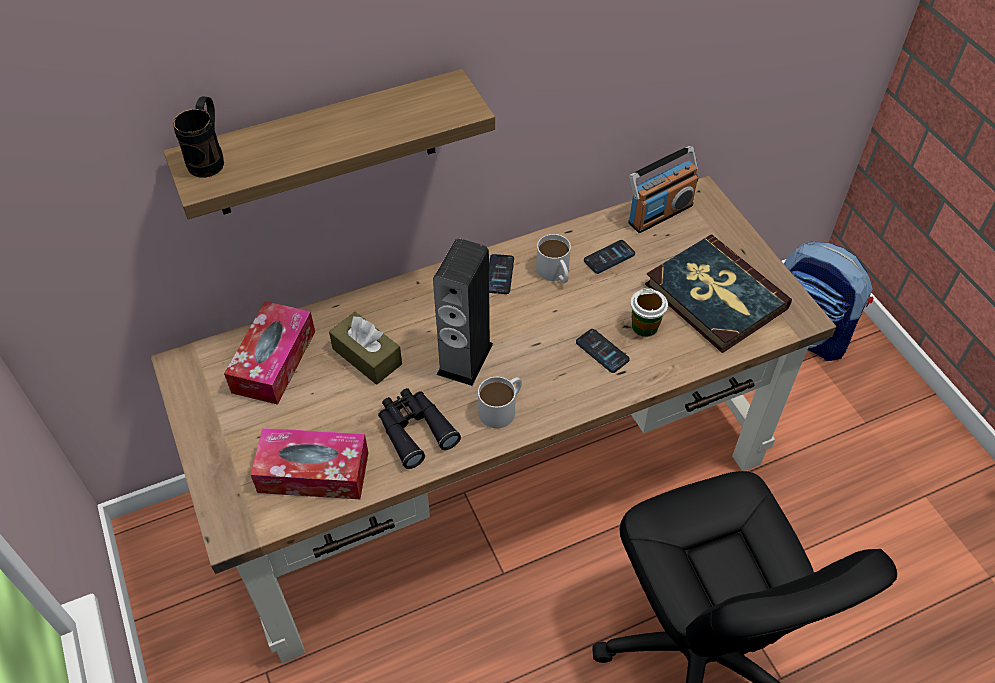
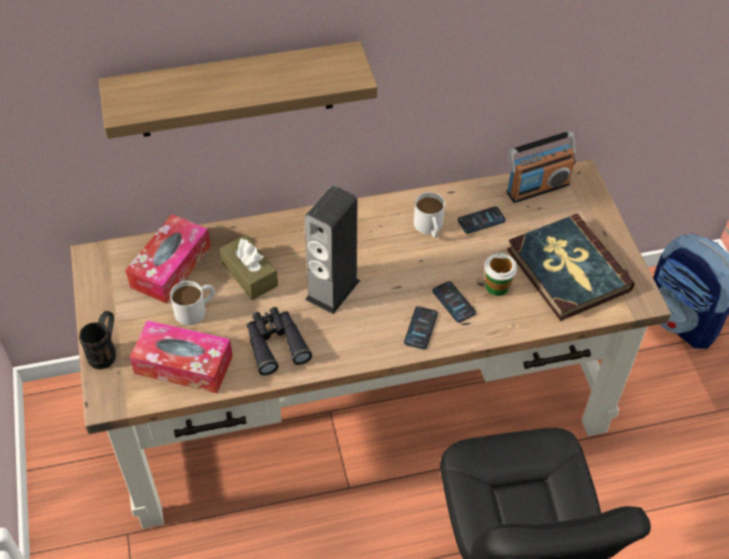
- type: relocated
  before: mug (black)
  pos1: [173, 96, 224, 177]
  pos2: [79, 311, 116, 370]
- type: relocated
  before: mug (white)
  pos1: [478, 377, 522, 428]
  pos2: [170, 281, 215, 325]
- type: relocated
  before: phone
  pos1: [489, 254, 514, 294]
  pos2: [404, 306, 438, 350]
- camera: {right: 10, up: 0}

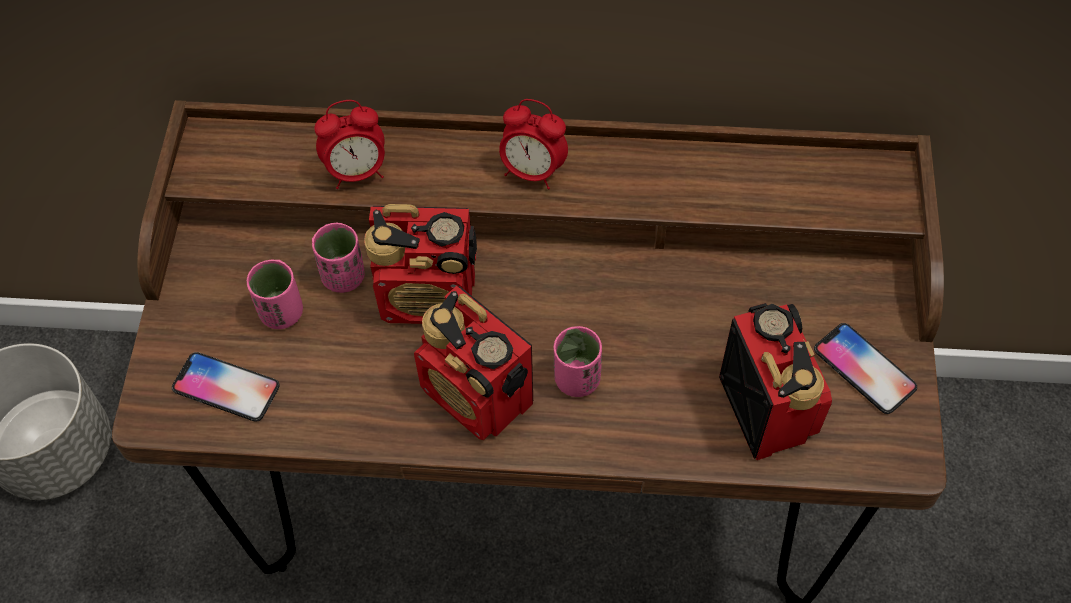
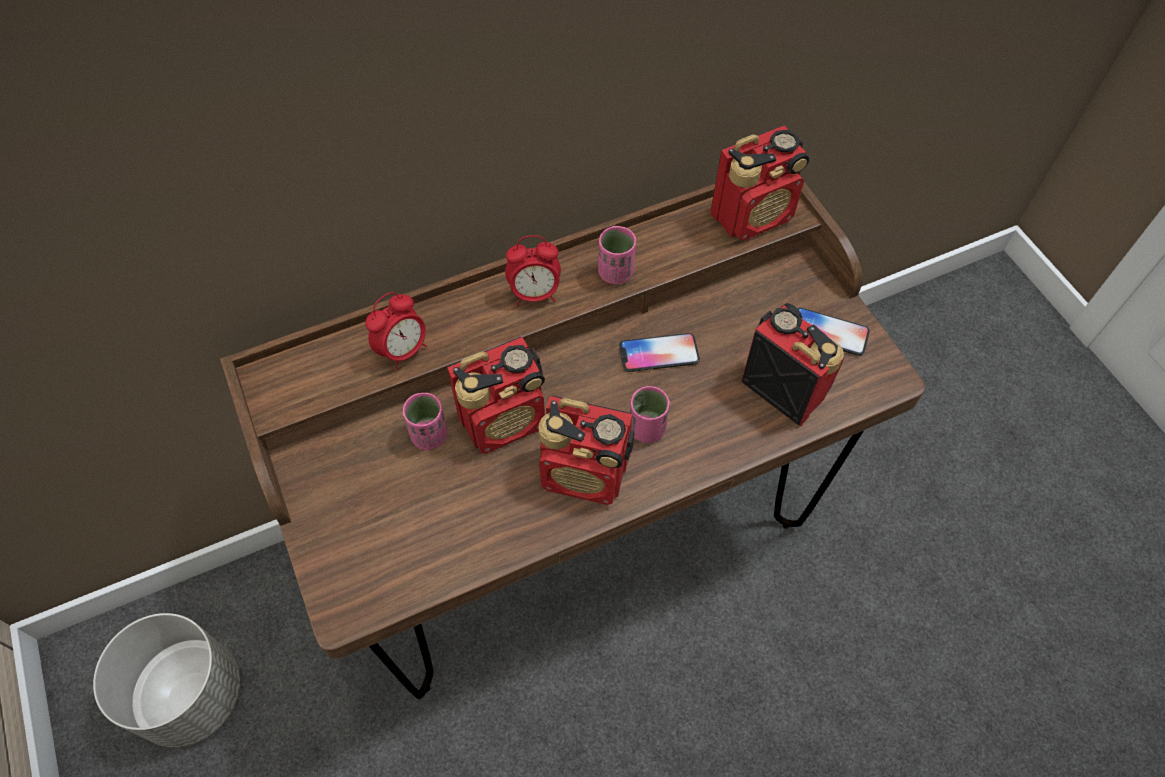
- type: relocated
  before: phone
  pos1: [172, 352, 280, 422]
  pos2: [619, 333, 700, 372]
- type: relocated
  before: cup (pink)
  pos1: [247, 260, 303, 329]
  pos2: [598, 226, 636, 284]
- type: appeared
  after: radio
  pos2: [710, 125, 809, 241]
- camera: {right: -30, up: 0}

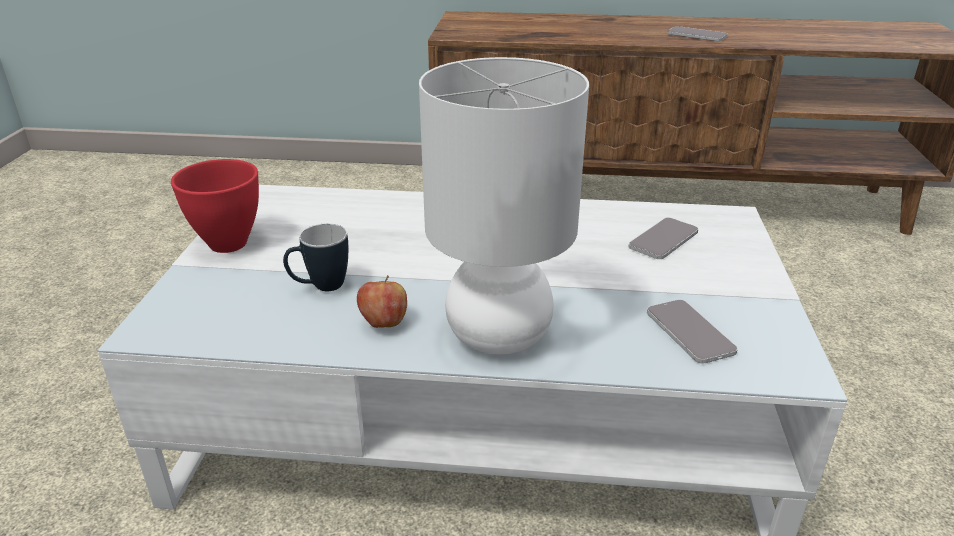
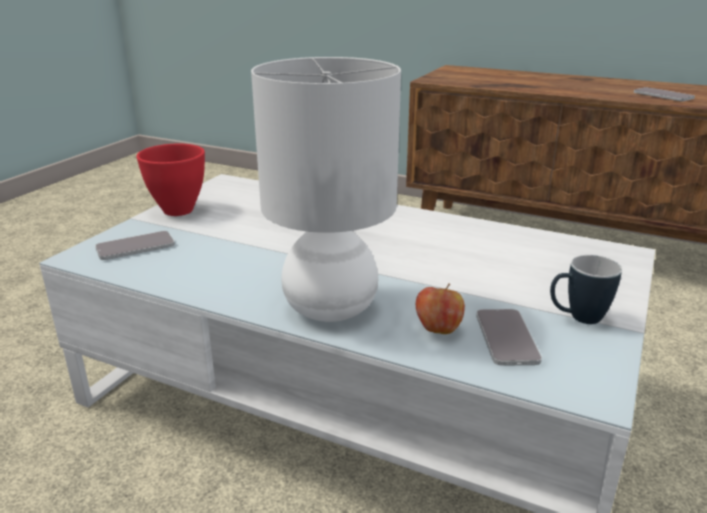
- type: relocated
  before: mug
  pos1: [283, 224, 348, 291]
  pos2: [550, 255, 622, 324]
- type: relocated
  before: apple
  pos1: [357, 275, 407, 328]
  pos2: [416, 283, 465, 334]
- type: relocated
  before: phone
  pos1: [629, 218, 698, 259]
  pos2: [95, 231, 175, 260]
- camera: {right: 20, up: -5}

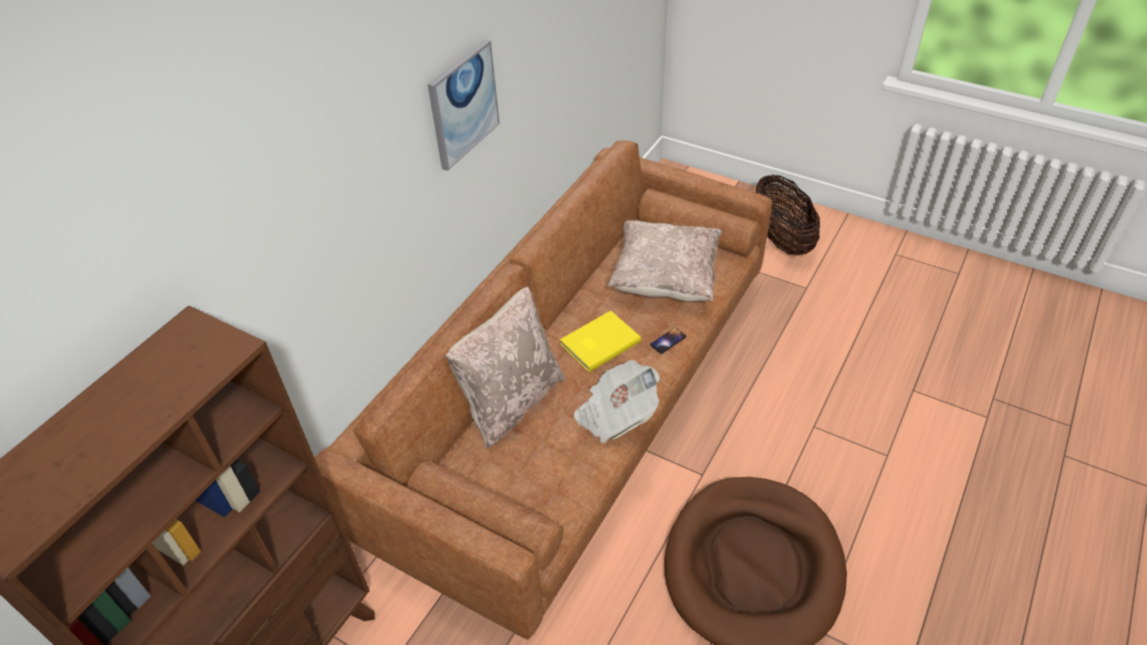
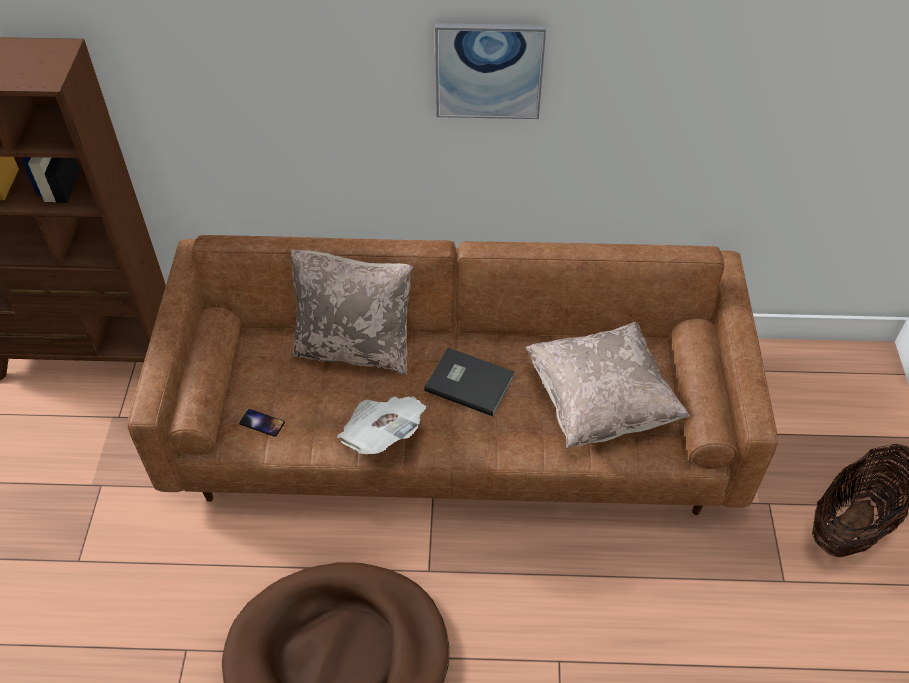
- type: colour
  before: book (yellow)
  after: book (grey)
  pos1: [560, 311, 641, 372]
  pos2: [424, 348, 515, 416]
- type: relocated
  before: phone
  pos1: [650, 327, 686, 354]
  pos2: [239, 409, 285, 437]
- camera: {right: 60, up: 5}

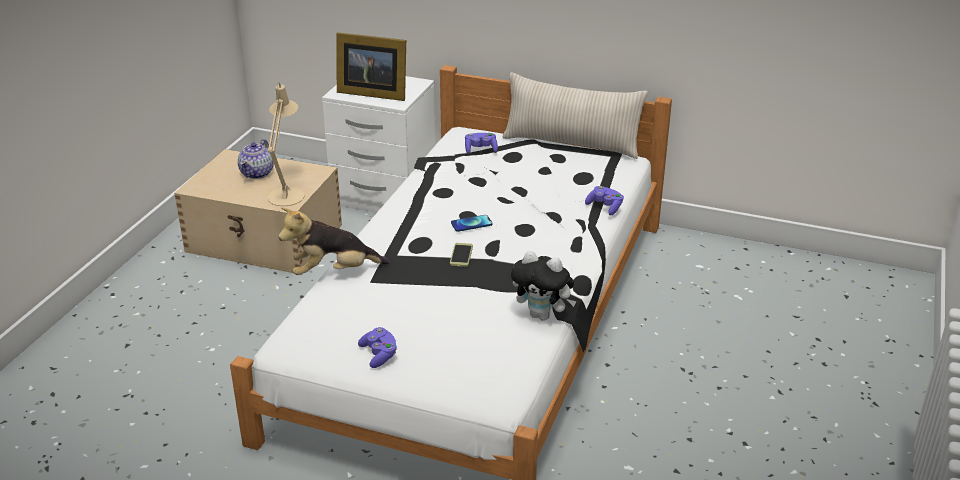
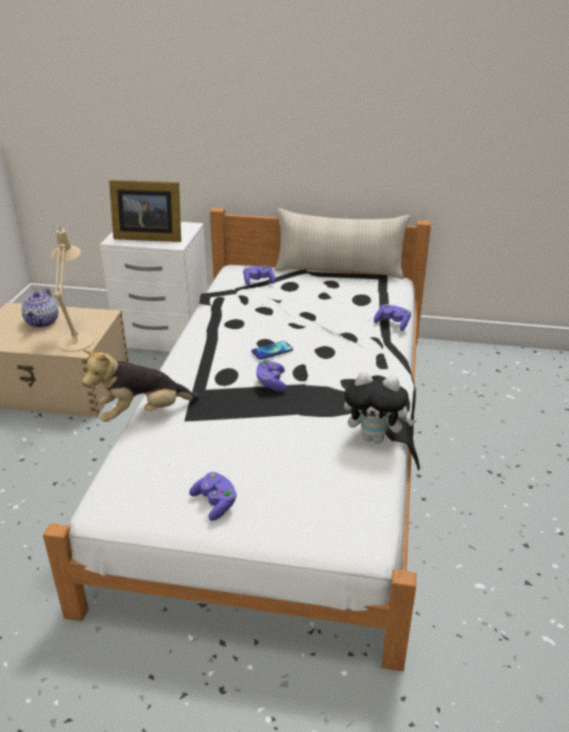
- type: exchanged
  before: phone
  after: game controller (purple)
  pos1: [450, 243, 473, 267]
  pos2: [257, 360, 287, 392]
- camera: {right: -10, up: 0}

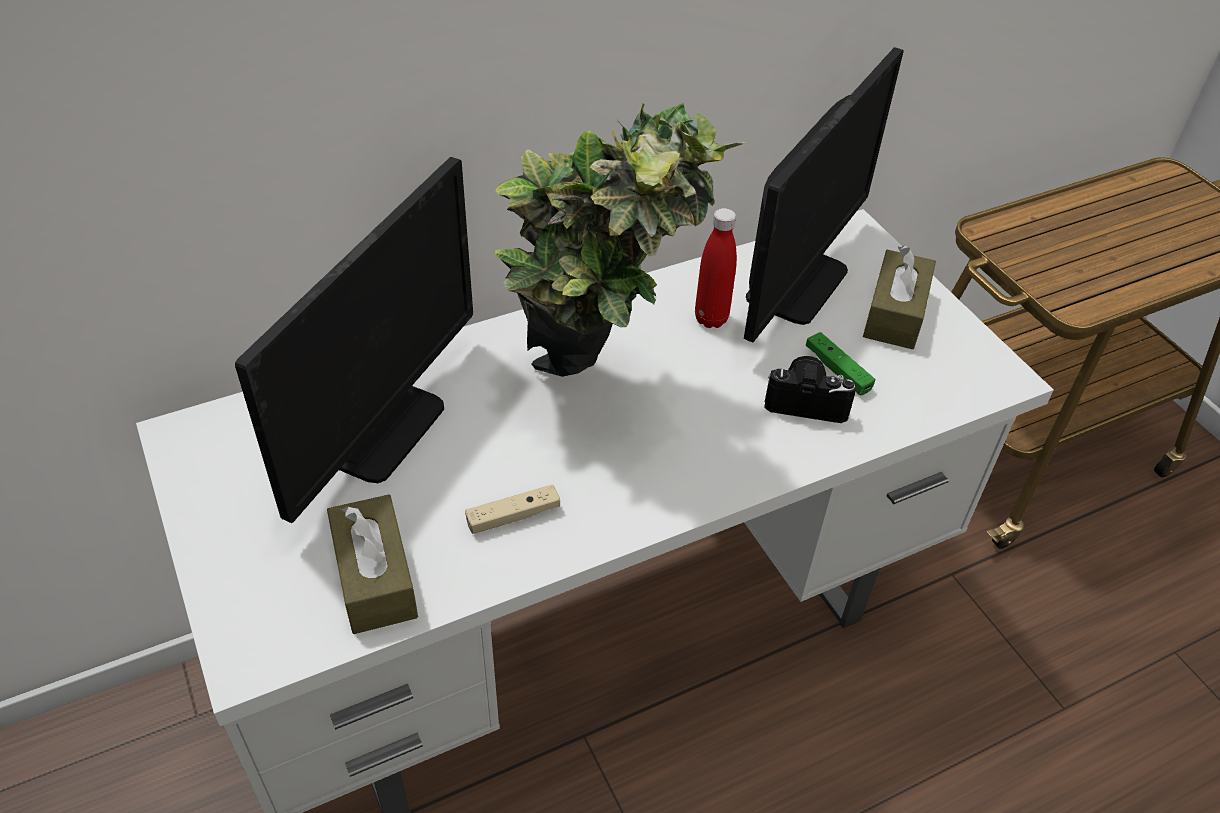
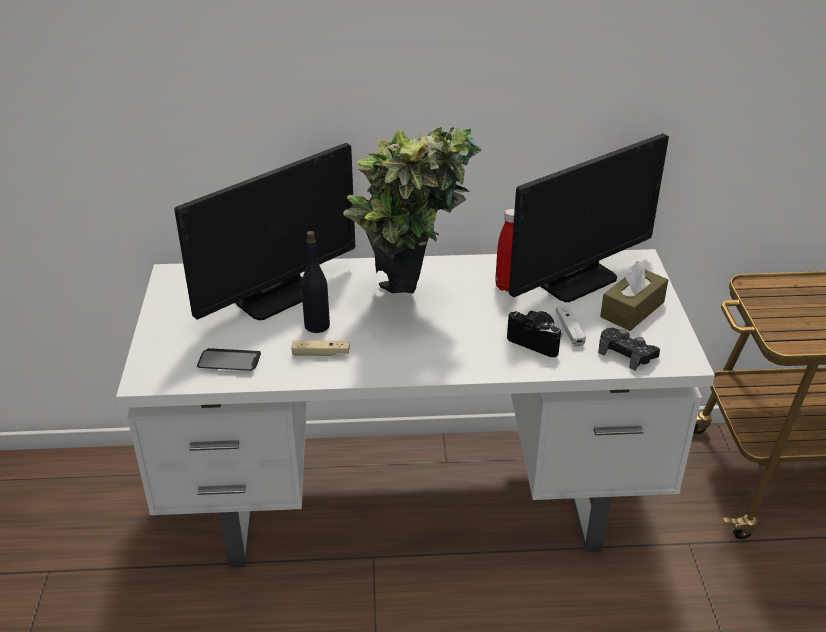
- type: exchanged
  before: tissue box (brown)
  after: phone
  pos1: [327, 495, 418, 634]
  pos2: [197, 348, 261, 371]
- type: colour
  before: game controller (green)
  after: game controller (white)
  pos1: [805, 332, 875, 396]
  pos2: [556, 305, 586, 347]
- type: appeared
  after: bottle (black)
  pos2: [301, 231, 330, 333]
- type: appeared
  after: game controller (black)
  pos2: [598, 328, 660, 371]
- camera: {right: 25, up: -10}

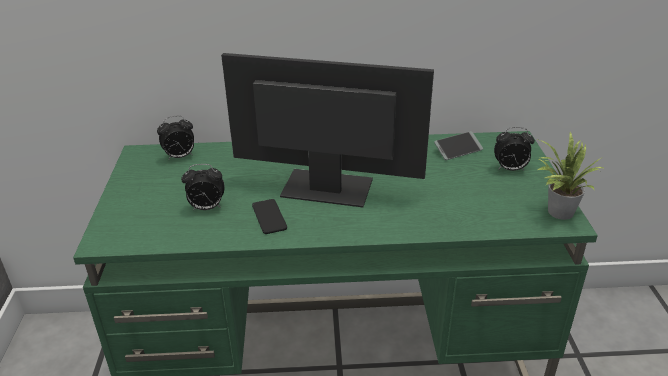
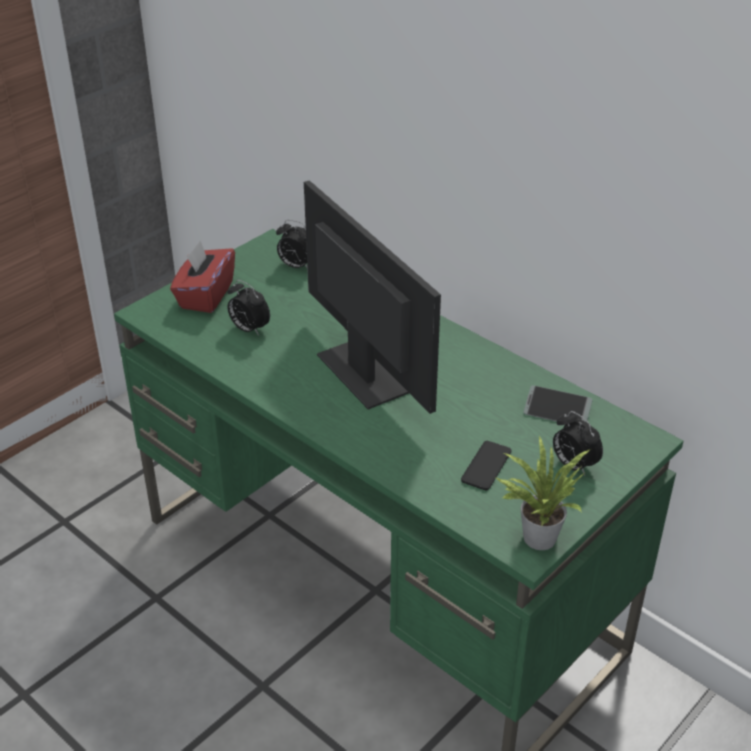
- type: relocated
  before: phone
  pos1: [252, 199, 287, 234]
  pos2: [461, 441, 511, 490]
- type: appeared
  after: tissue box (red)
  pos2: [170, 241, 235, 313]
- camera: {right: 45, up: 5}

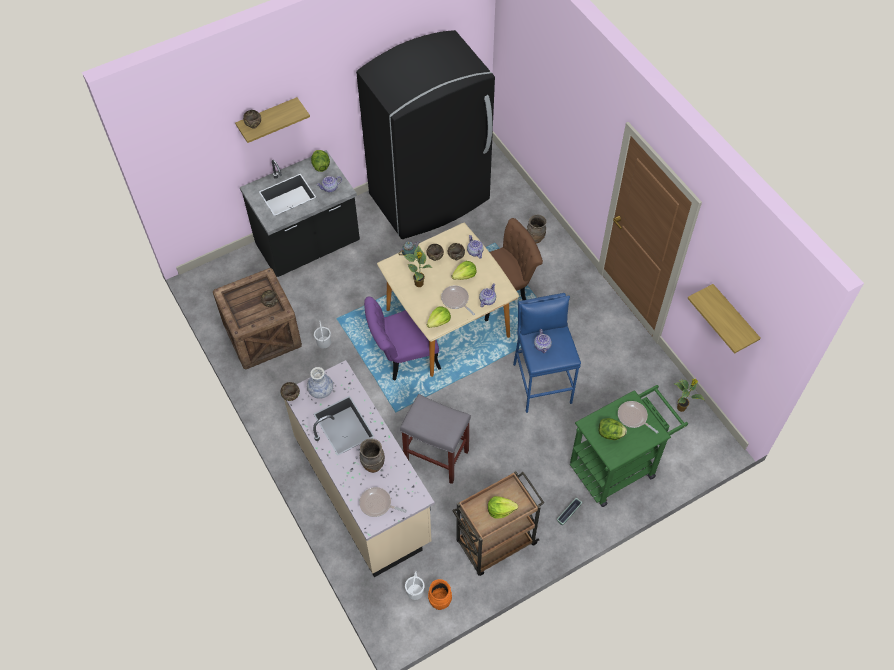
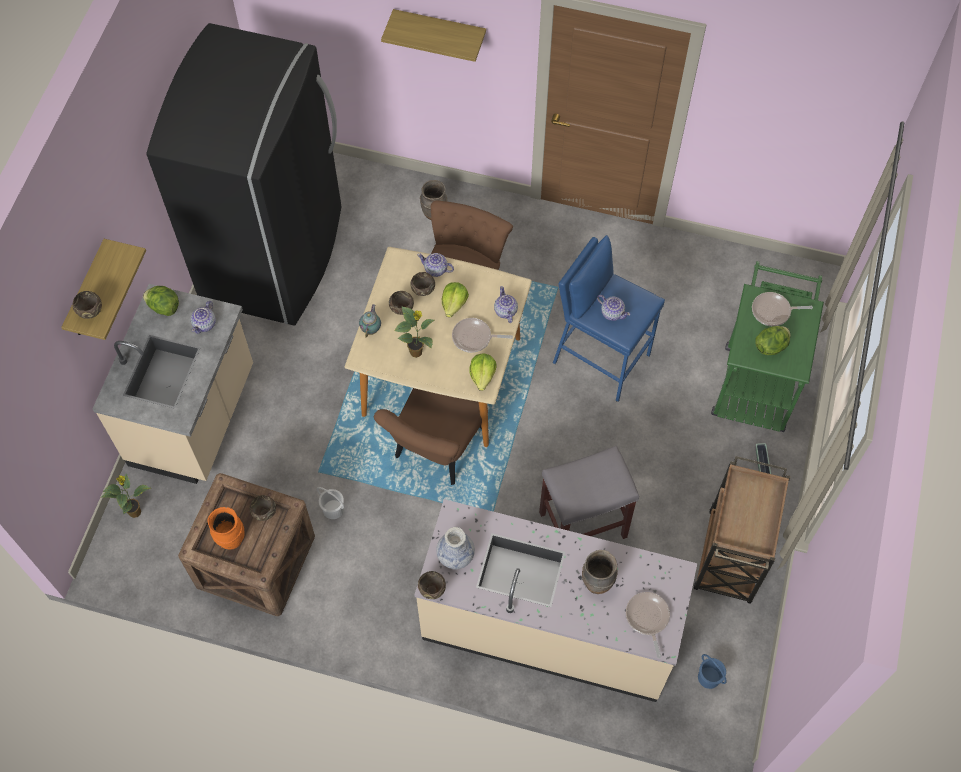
- type: colour
  before: counter (black)
  after: counter (beige)
  pos1: [240, 150, 360, 277]
  pos2: [93, 284, 253, 484]
- type: spun
  before: frying pan
  pos1: [359, 487, 407, 517]
  pos2: [626, 592, 670, 658]
  turn: 105
- type: colour
  before: chair (purple)
  after: chair (brown)
  pos1: [364, 297, 441, 381]
  pos2: [374, 388, 489, 485]
- type: colour
  before: bucket (white)
  after: bucket (blue)
  pos1: [405, 571, 425, 600]
  pos2: [698, 654, 727, 689]
- type: relocated
  before: vase (orange)
  pos1: [428, 579, 452, 610]
  pos2: [207, 507, 245, 550]
- type: missing
  before: lettuce
  pos1: [488, 496, 518, 519]
- type: relocated
  before: potted plant
  pos1: [673, 379, 704, 412]
  pos2: [102, 473, 151, 518]
- type: relocated
  before: shelf
  pos1: [687, 284, 761, 354]
  pos2: [381, 9, 486, 62]
- camera: {right: -45, up: 5}

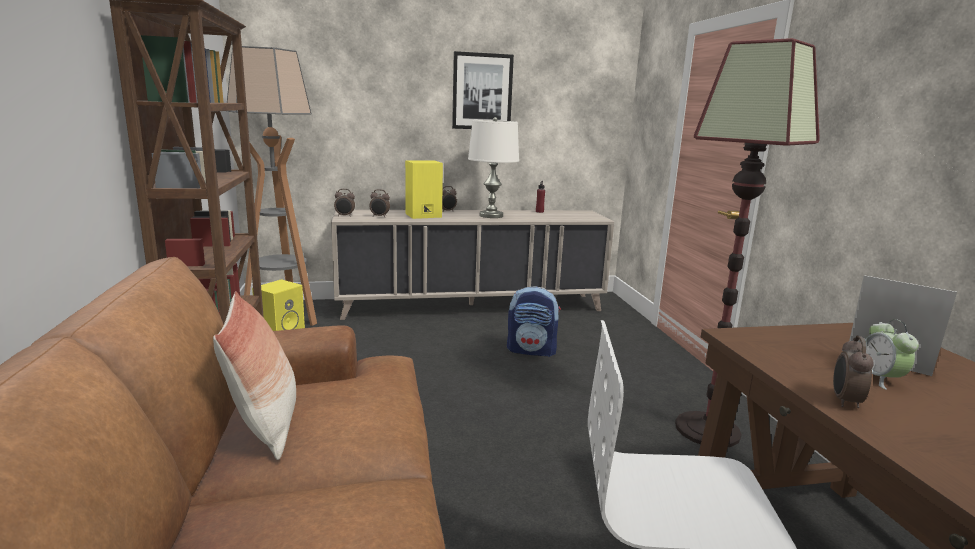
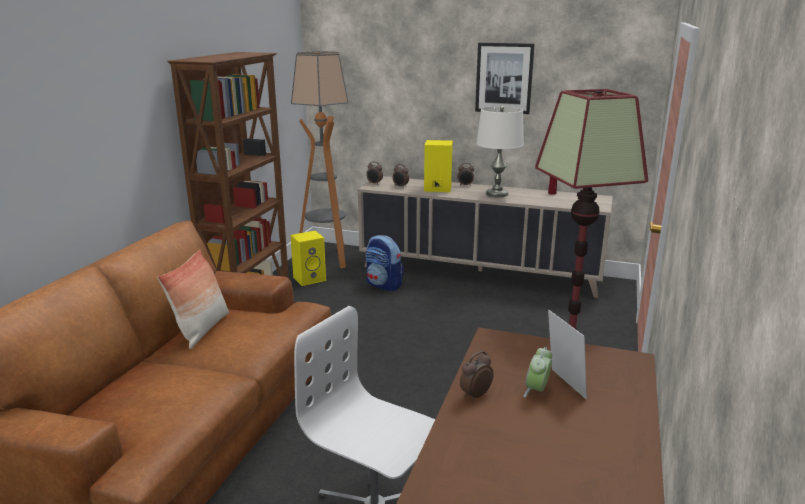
- type: relocated
  before: backpack
  pos1: [507, 286, 561, 357]
  pos2: [366, 235, 404, 291]
- camera: {right: 30, up: 5}

